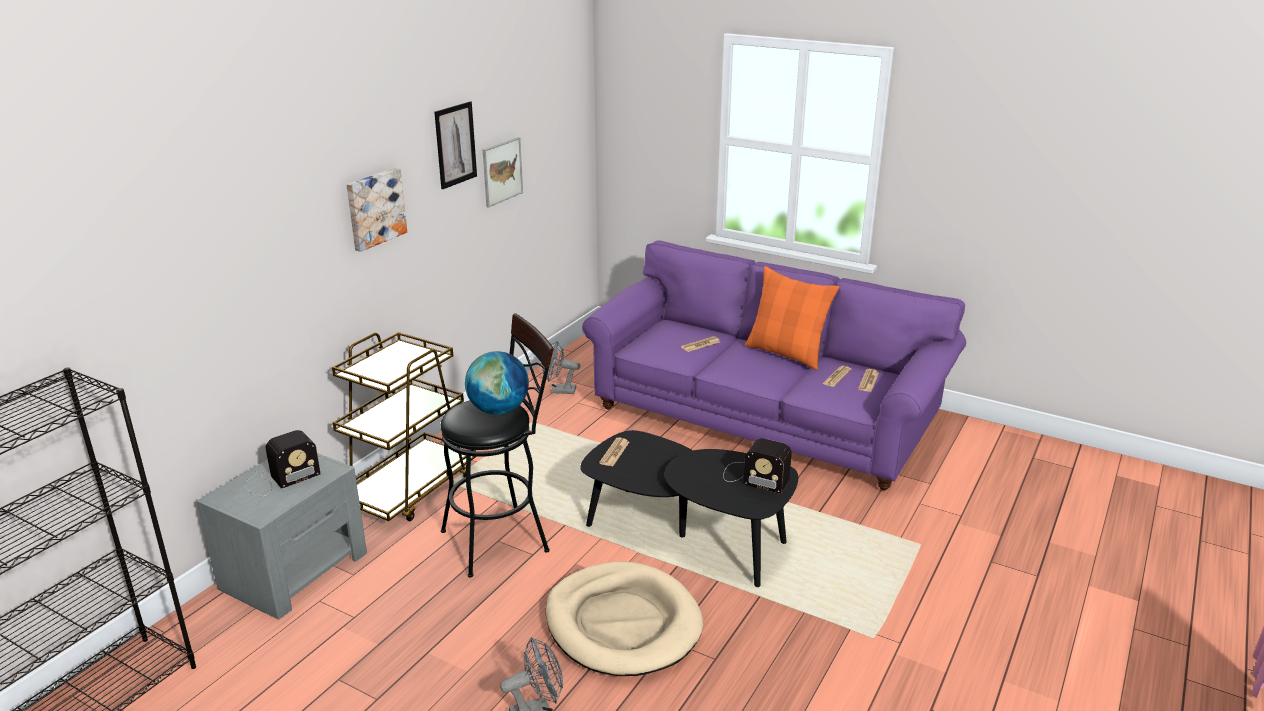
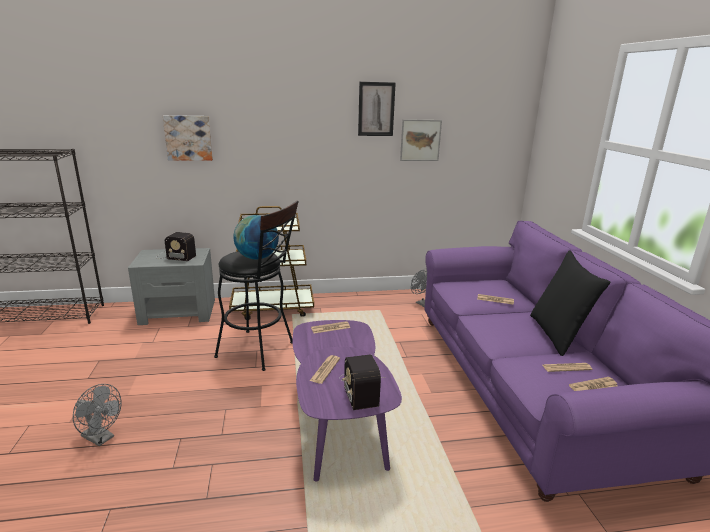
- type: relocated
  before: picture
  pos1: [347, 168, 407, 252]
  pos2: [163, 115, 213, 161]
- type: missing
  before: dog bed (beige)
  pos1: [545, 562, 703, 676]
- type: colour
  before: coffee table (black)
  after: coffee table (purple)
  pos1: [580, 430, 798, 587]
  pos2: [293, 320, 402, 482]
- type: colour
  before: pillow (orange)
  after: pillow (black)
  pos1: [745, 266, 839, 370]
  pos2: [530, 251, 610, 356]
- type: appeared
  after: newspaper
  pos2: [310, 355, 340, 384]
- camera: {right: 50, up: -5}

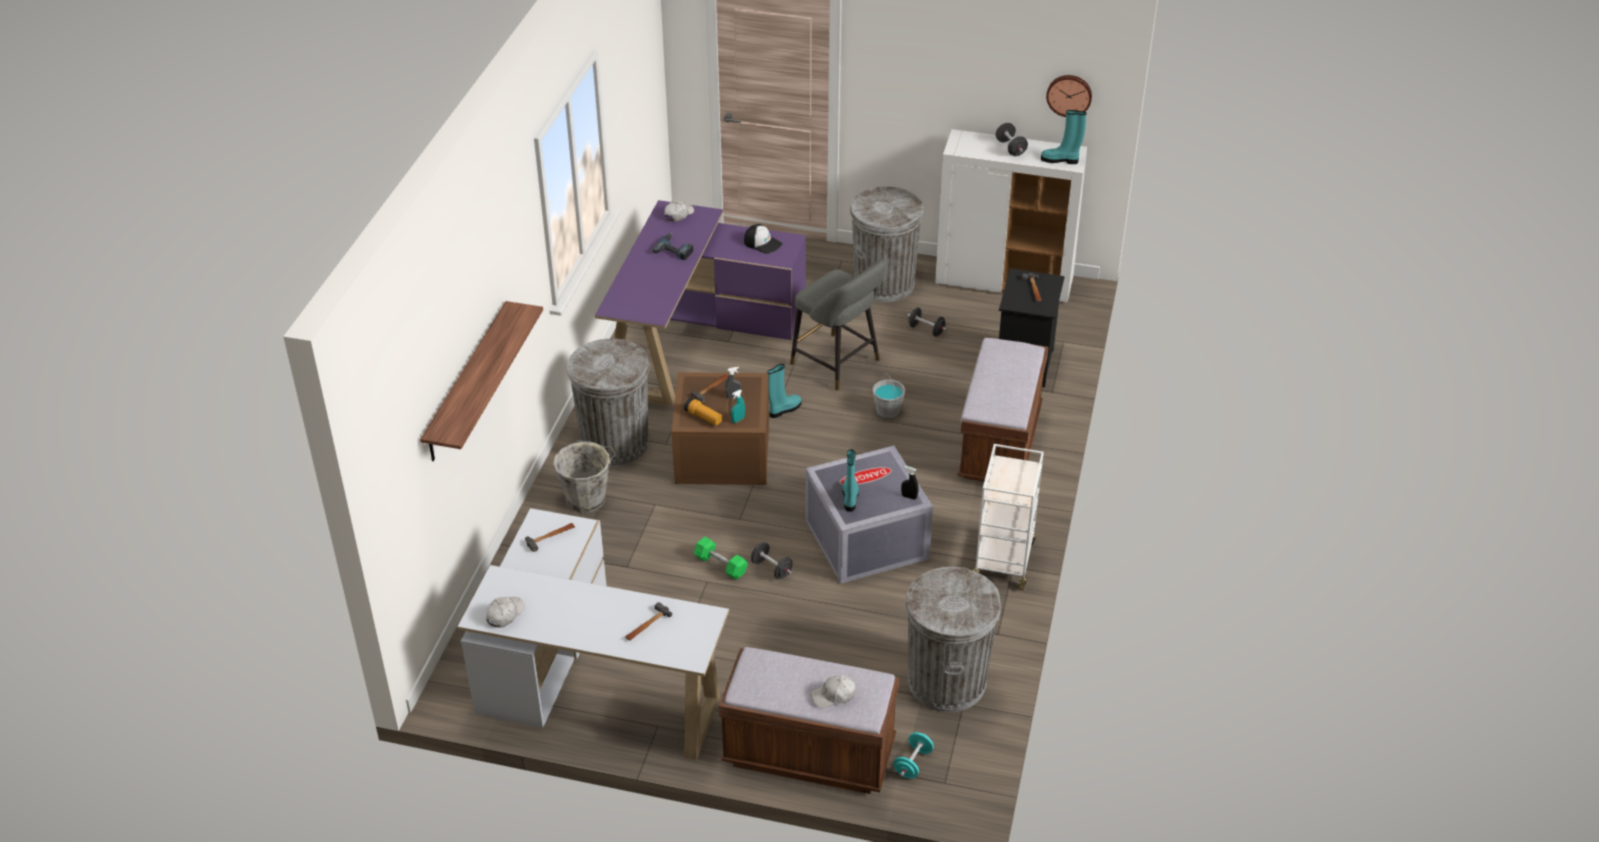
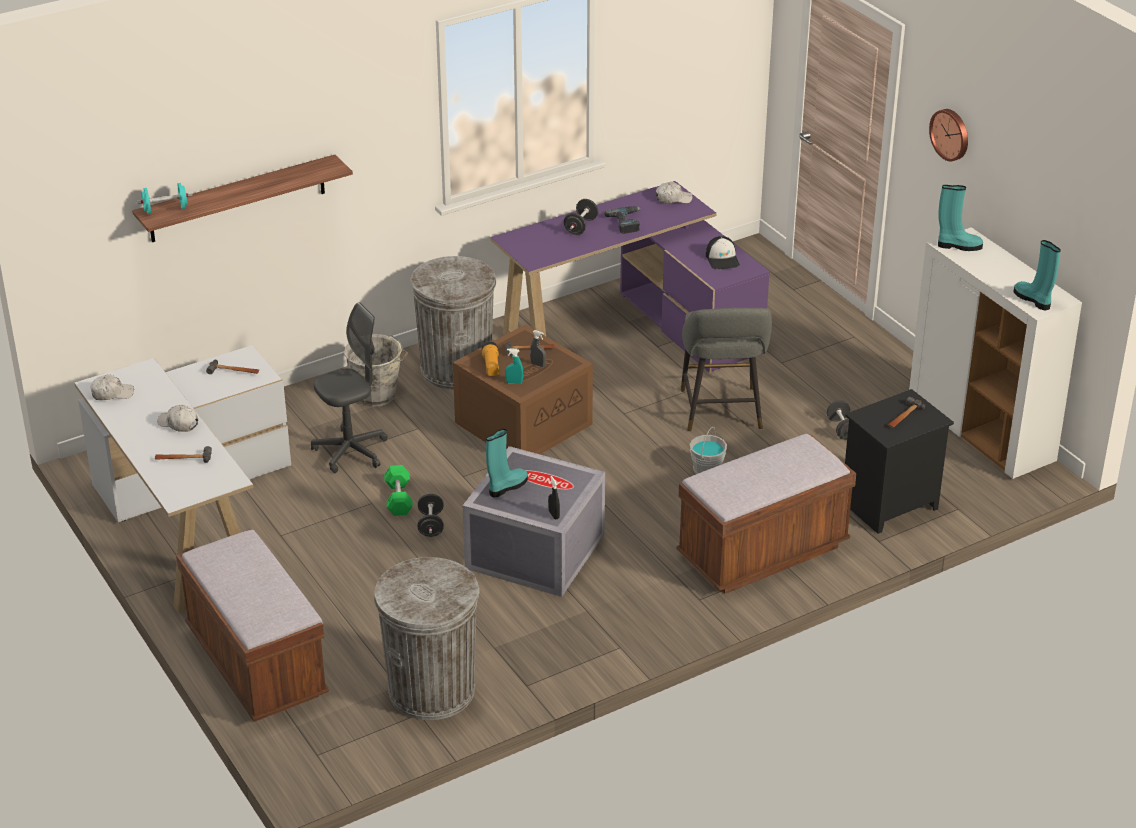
- type: relocated
  before: boot (turquoise)
  pos1: [767, 364, 802, 418]
  pos2: [938, 185, 983, 251]
- type: relocated
  before: cap (white)
  pos1: [811, 675, 856, 708]
  pos2: [157, 405, 198, 432]
- type: missing
  before: trash can (grey)
  pos1: [850, 187, 924, 302]
- type: relocated
  before: dumbbell (turquoise)
  pos1: [893, 732, 934, 779]
  pos2: [136, 183, 192, 214]
- type: missing
  before: cart (white)
  pos1: [973, 444, 1044, 590]
- type: relocated
  before: dumbbell (black)
  pos1: [996, 123, 1028, 156]
  pos2: [564, 199, 598, 235]
- type: relocated
  before: wall clock
  pos1: [1046, 75, 1092, 117]
  pos2: [929, 109, 968, 161]
- type: appeared
  after: office chair (grey)
  pos2: [311, 302, 388, 473]
- camera: {right: 45, up: -5}

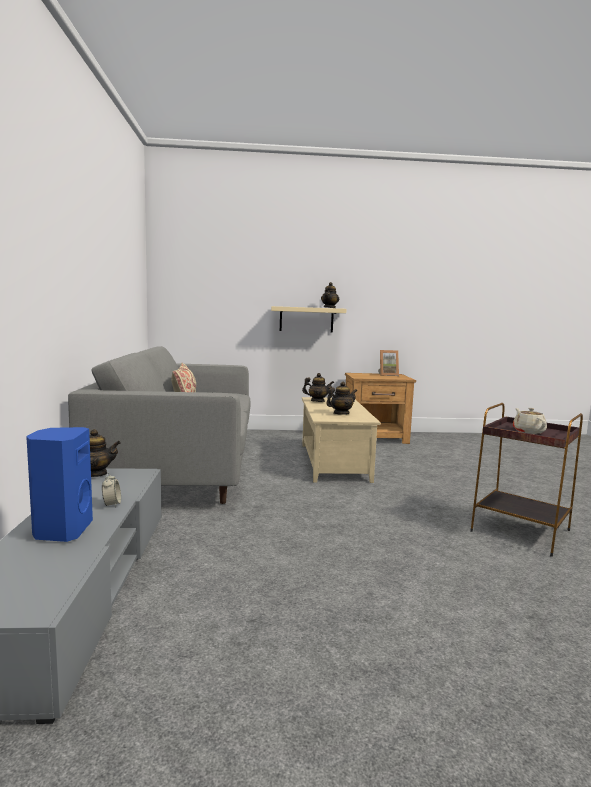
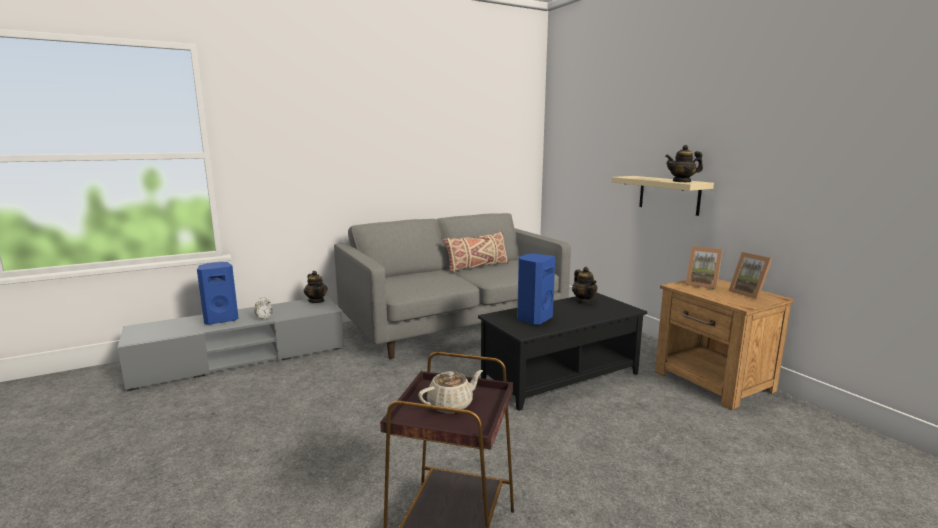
- type: colour
  before: coffee table (beige)
  after: coffee table (black)
  pos1: [302, 397, 380, 483]
  pos2: [478, 293, 647, 411]
- type: exchanged
  before: teapot
  after: speaker (blue)
  pos1: [326, 382, 357, 415]
  pos2: [517, 254, 555, 325]
- type: appeared
  after: picture frame
  pos2: [685, 246, 723, 289]
- camera: {right: 65, up: 5}

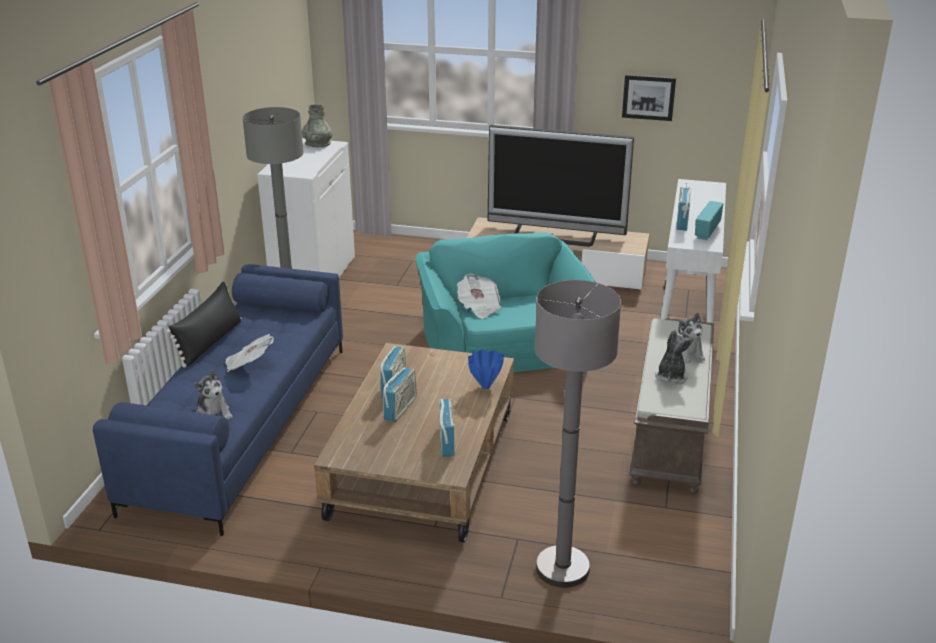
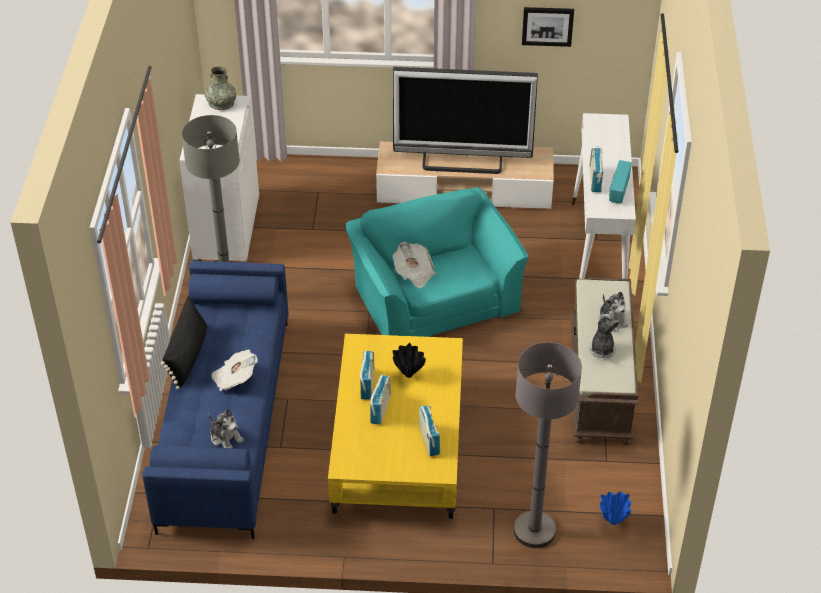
- type: colour
  before: coffee table (brown)
  after: coffee table (yellow)
  pos1: [314, 343, 514, 543]
  pos2: [328, 334, 463, 519]
- type: relocated
  before: vase (blue)
  pos1: [468, 349, 504, 389]
  pos2: [600, 491, 632, 525]
- type: appeared
  after: vase (black)
  pos2: [393, 343, 426, 378]
- camera: {right: -10, up: 15}

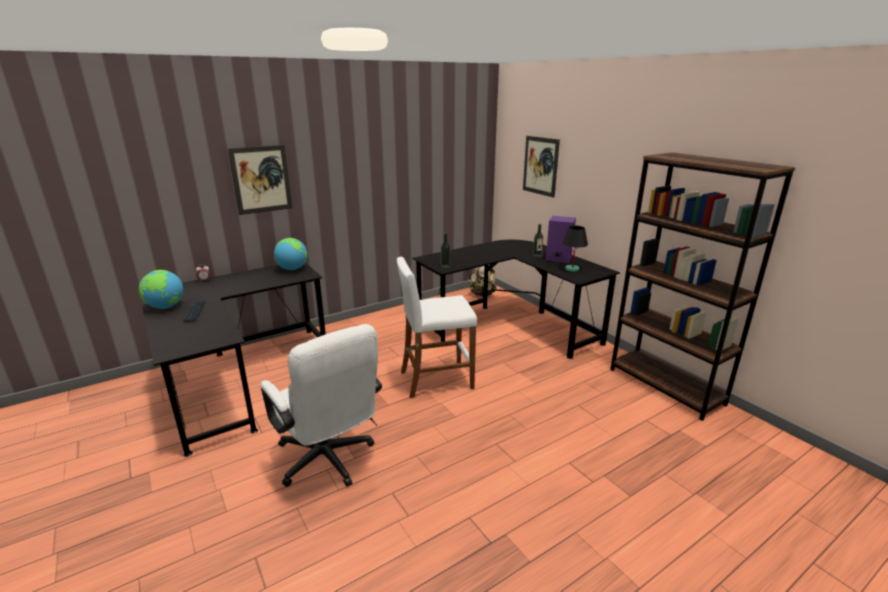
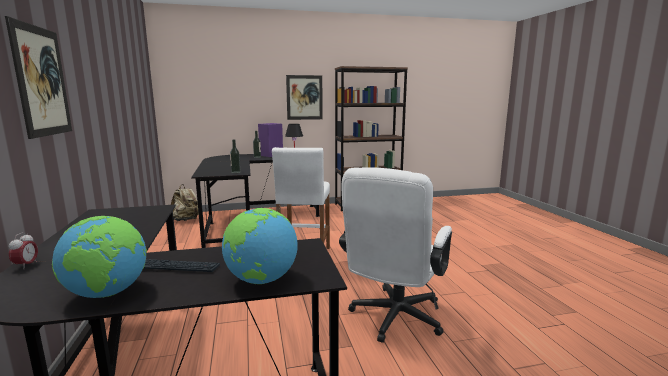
- type: spun
  before: office chair (white)
  pos1: [261, 324, 382, 487]
  pos2: [339, 167, 452, 343]
  turn: 135
- type: relocated
  before: globe
  pos1: [274, 238, 308, 270]
  pos2: [222, 208, 298, 284]
- type: relocated
  before: picture
  pos1: [523, 136, 560, 198]
  pos2: [286, 75, 323, 120]
- camera: {right: -70, up: -10}

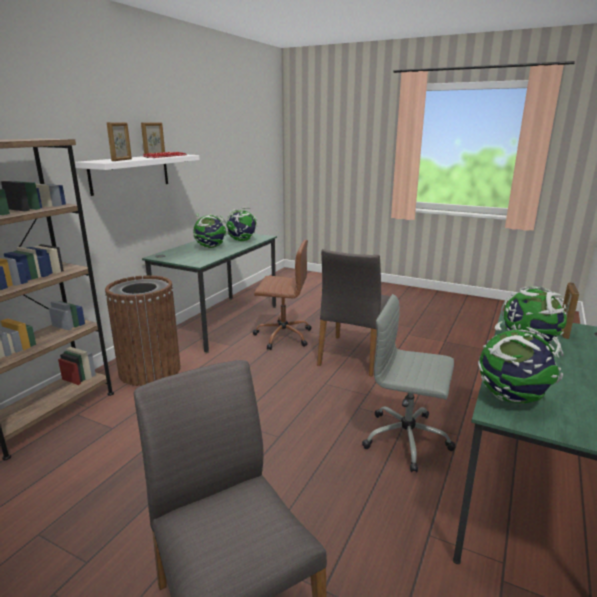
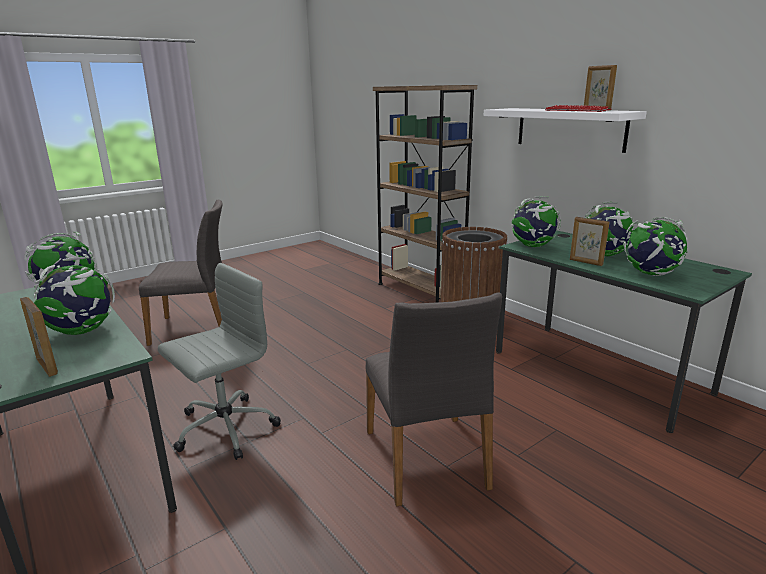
- type: relocated
  before: picture frame
  pos1: [107, 122, 132, 161]
  pos2: [570, 217, 609, 266]
- type: missing
  before: office chair (brown)
  pos1: [253, 240, 311, 350]
- type: spun
  before: chair (grey)
  pos1: [317, 249, 390, 376]
  pos2: [366, 292, 502, 507]
  turn: -150
- type: appeared
  after: globe
  pos2: [511, 196, 561, 247]
- camera: {right: 115, up: 0}

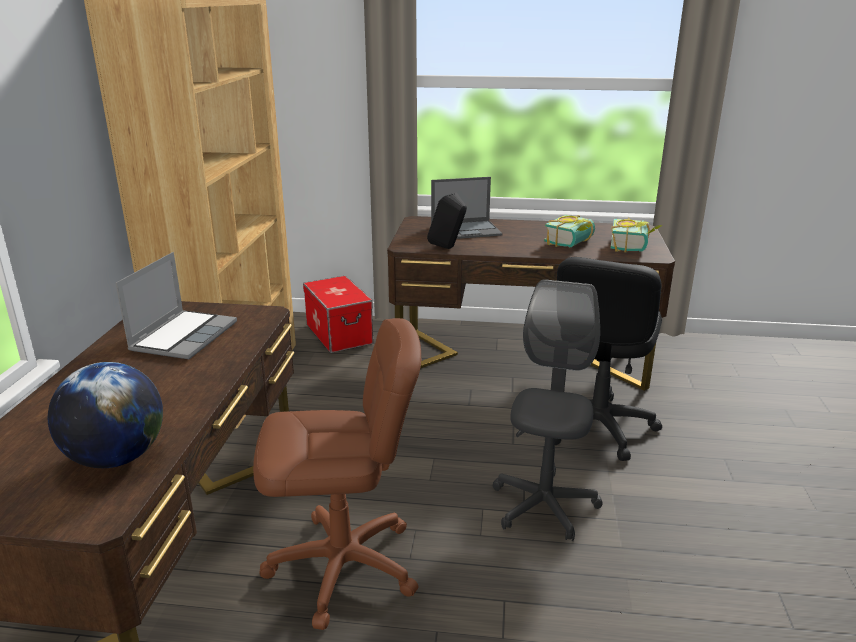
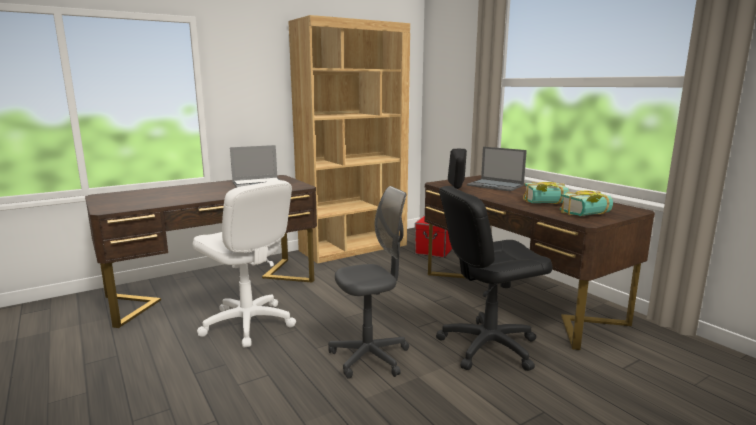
- type: missing
  before: globe
  pos1: [48, 362, 163, 468]
- type: colour
  before: office chair (brown)
  after: office chair (white)
  pos1: [253, 318, 421, 630]
  pos2: [192, 180, 296, 347]
- camera: {right: 50, up: -10}

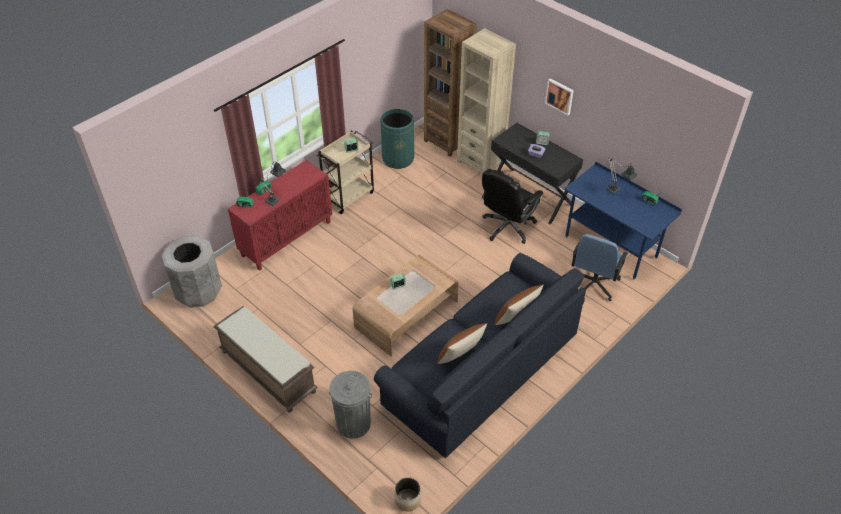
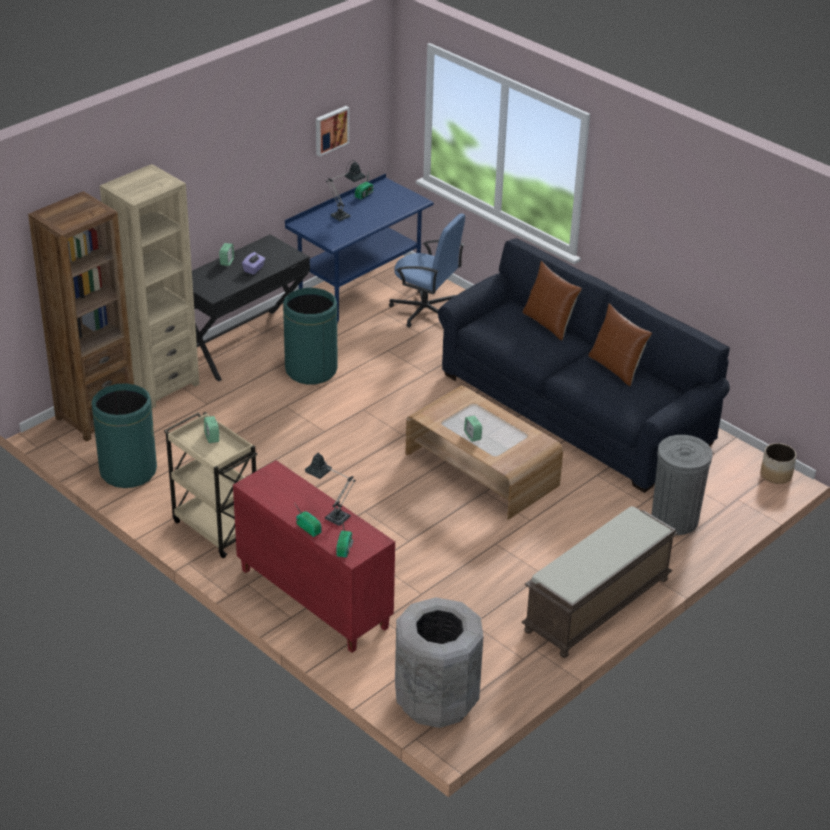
- type: exchanged
  before: office chair (black)
  after: trash can (green)
  pos1: [482, 169, 543, 244]
  pos2: [283, 288, 337, 384]
- type: relocated
  before: picture
  pos1: [545, 78, 574, 115]
  pos2: [316, 106, 349, 157]
- camera: {right: -90, up: -10}

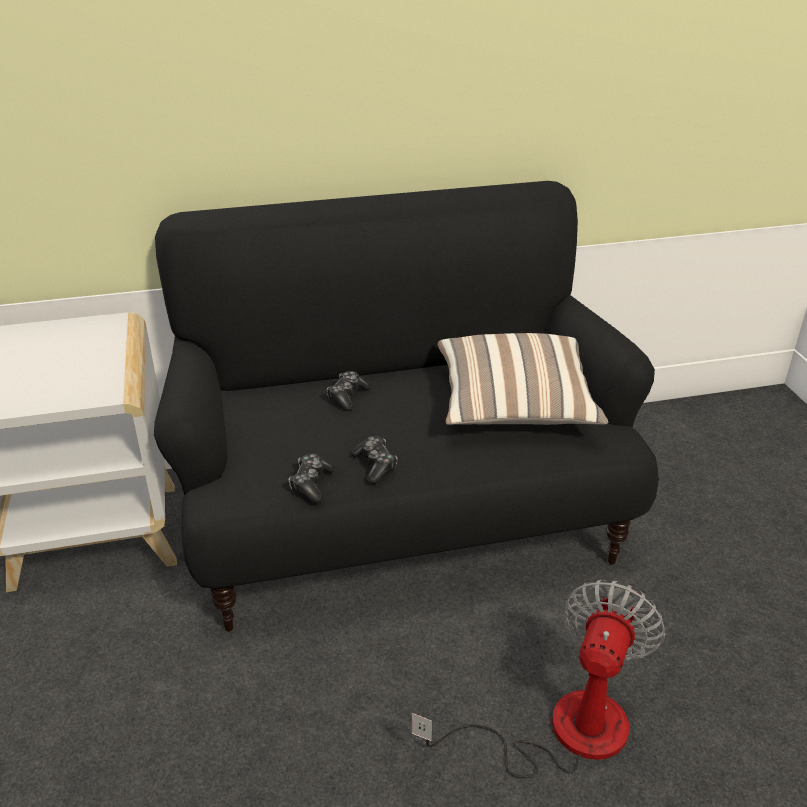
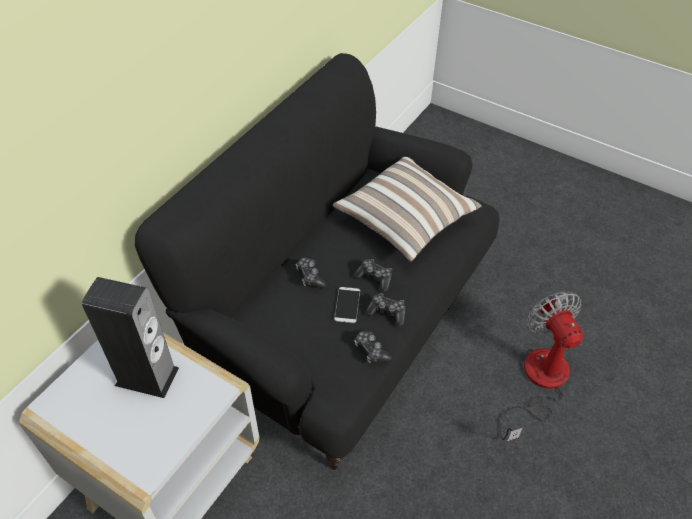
- type: appeared
  after: speaker
  pos2: [82, 277, 179, 398]
- type: appeared
  after: phone
  pos2: [334, 287, 360, 323]
- type: appeared
  after: game controller
  pos2: [354, 259, 392, 292]
- camera: {right: -45, up: 15}

